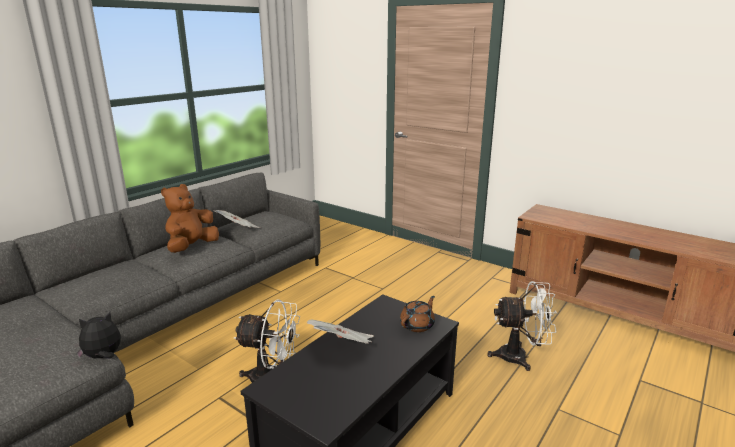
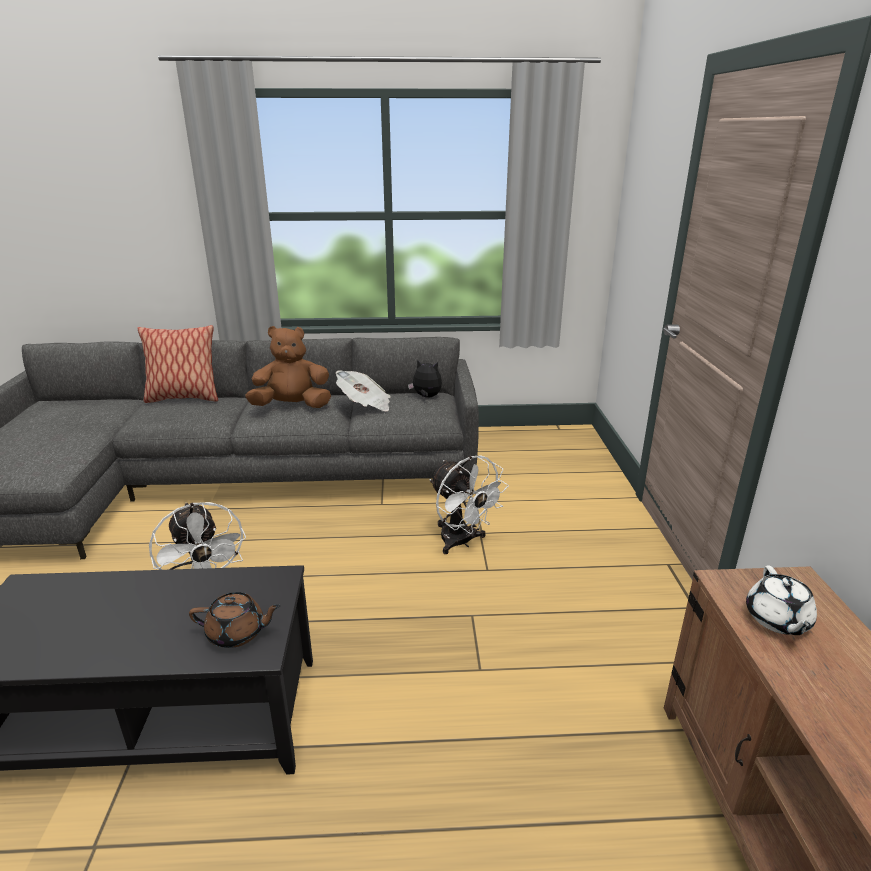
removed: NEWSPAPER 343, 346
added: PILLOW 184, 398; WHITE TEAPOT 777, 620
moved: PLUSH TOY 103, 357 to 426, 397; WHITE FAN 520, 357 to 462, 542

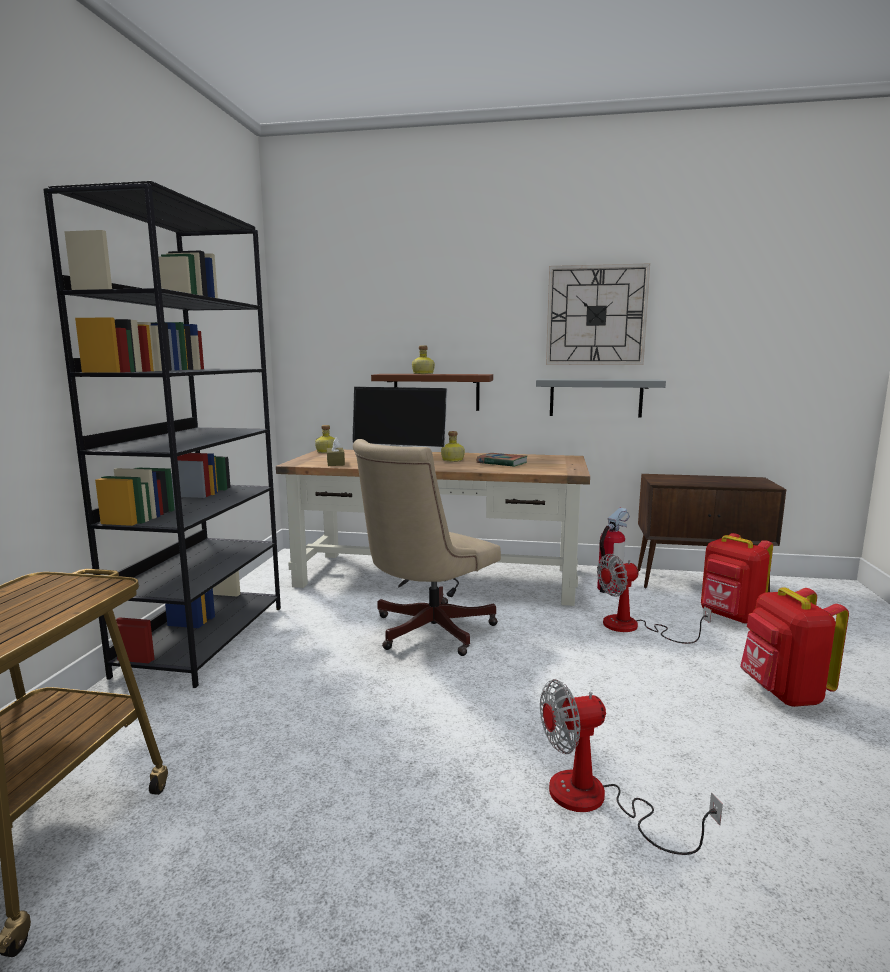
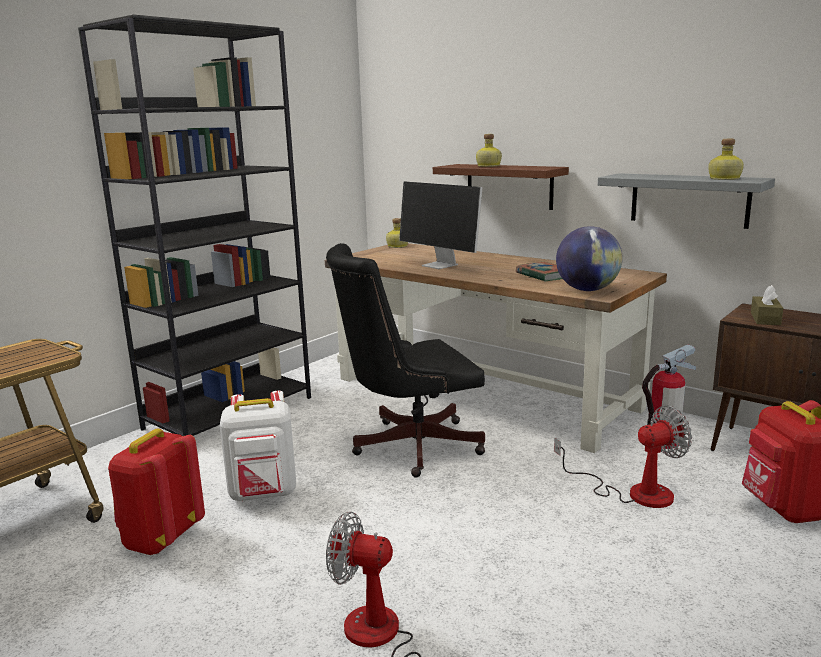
removed: WALL CLOCK 596, 315
added: WHITE BACKPACK 264, 494; GLOBE 587, 290
moved: BROWN TISSUE BOX 335, 463 to 765, 319; BOTTLE 452, 460 to 723, 179; RED BACKPACK 782, 693 to 161, 539
recoloured: BEIGE OFFICE CHAIR 426, 632 to BLACK OFFICE CHAIR 408, 446
turned: FAN 633, 627 = 634, 492 150 degrees clockwise

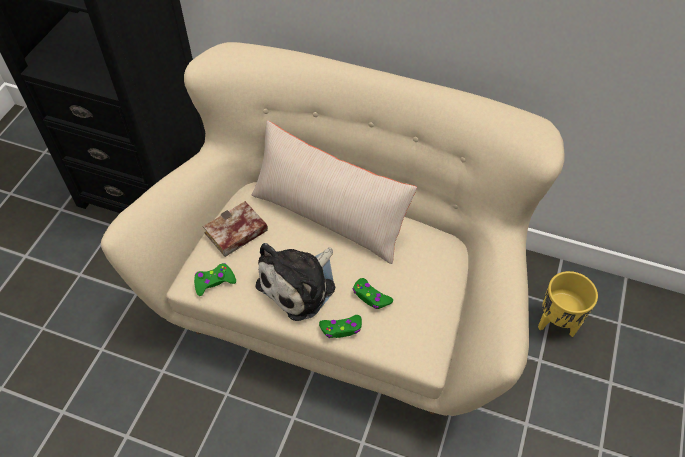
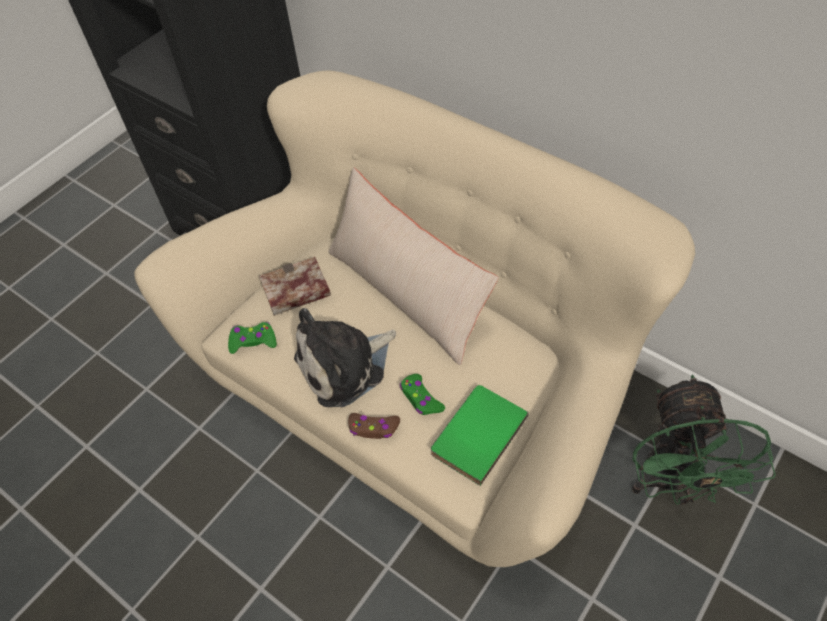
added: GREEN BOOK 476, 434
replaced: YELLOW PLANTER 557, 322 to GREEN FAN 672, 483
recoloured: GREEN GAME CONTROLLER 341, 329 to BROWN GAME CONTROLLER 373, 428

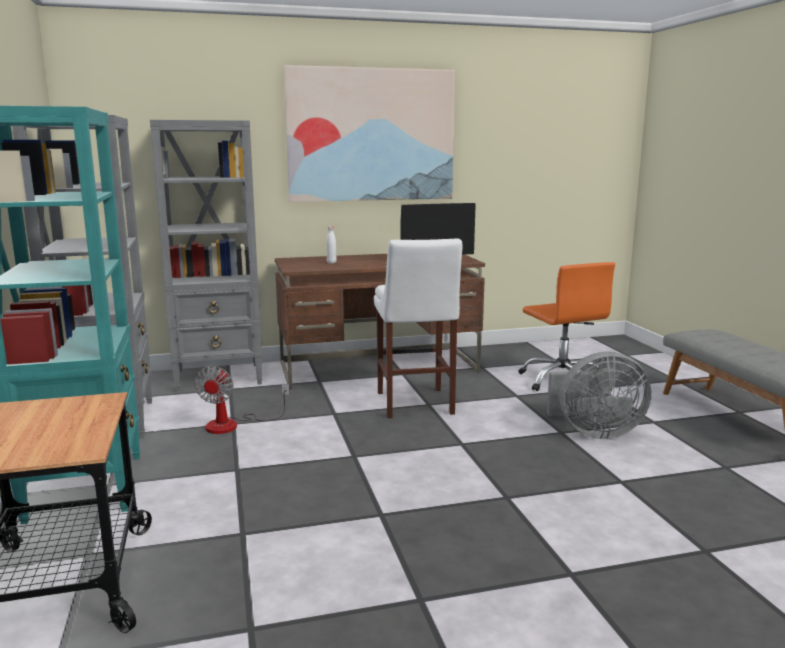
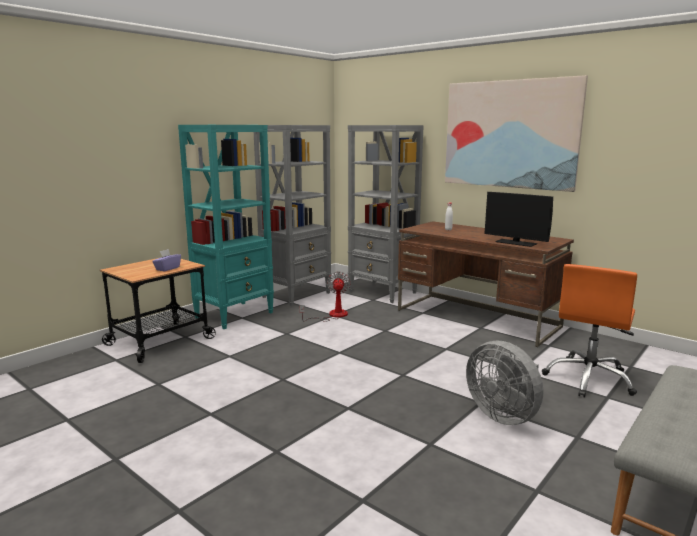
removed: WHITE STOOL 415, 405
added: PURPLE TISSUE BOX 167, 268
turned: FAN 233, 425 = 332, 315 120 degrees clockwise

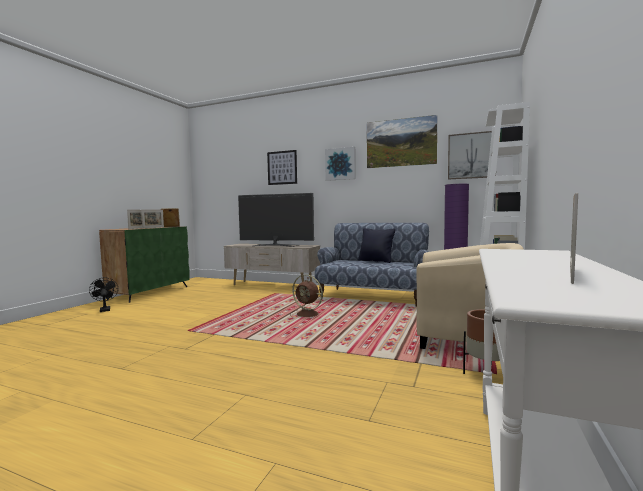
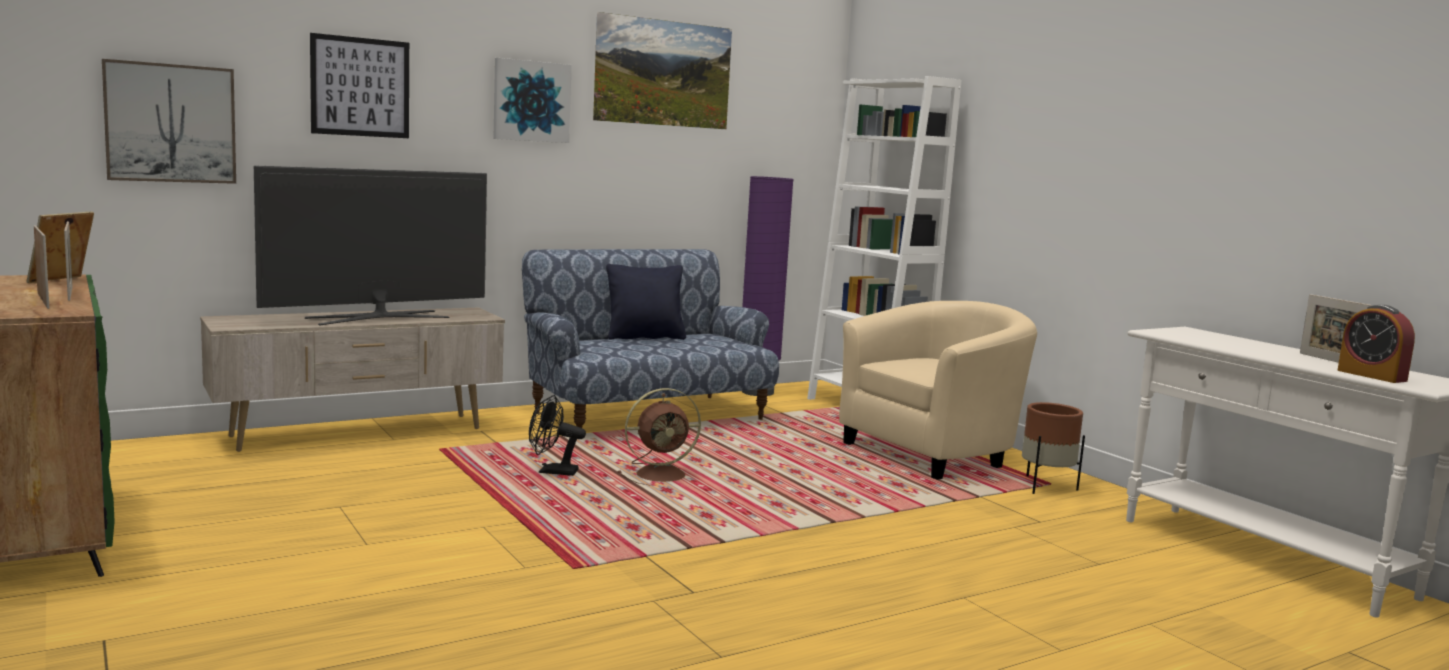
added: ALARM CLOCK 1371, 376
moved: BLACK FAN 104, 309 to 551, 472; PICTURE 471, 156 to 170, 123

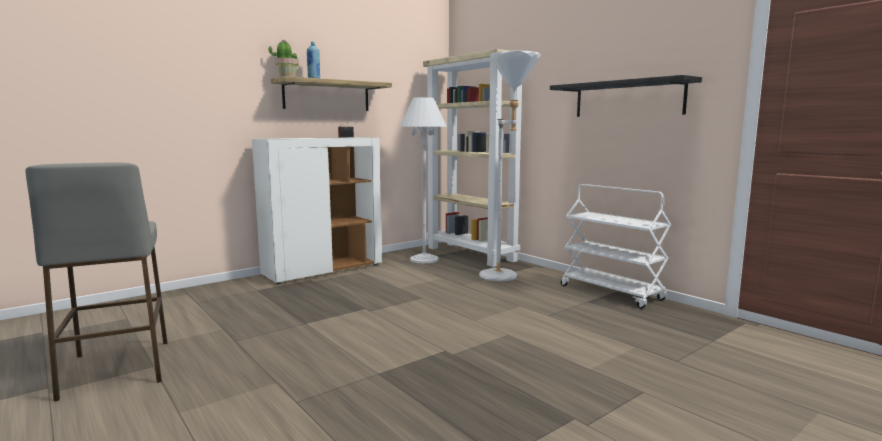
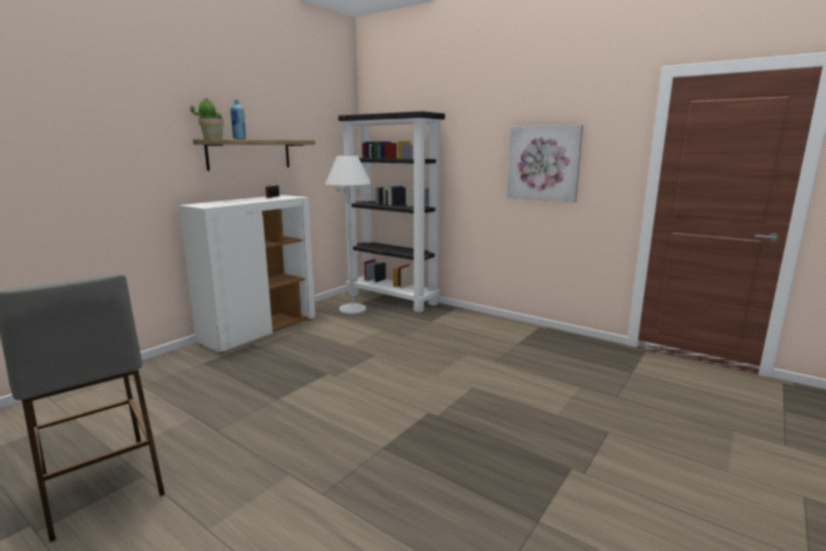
removed: WHITE FLOOR LAMP 506, 276; WHITE CART 612, 293
replaced: BLACK SHELF 627, 99 to PICTURE 544, 163
recoloured: BEIGE BOOKCASE 471, 254 to BLACK BOOKCASE 393, 299

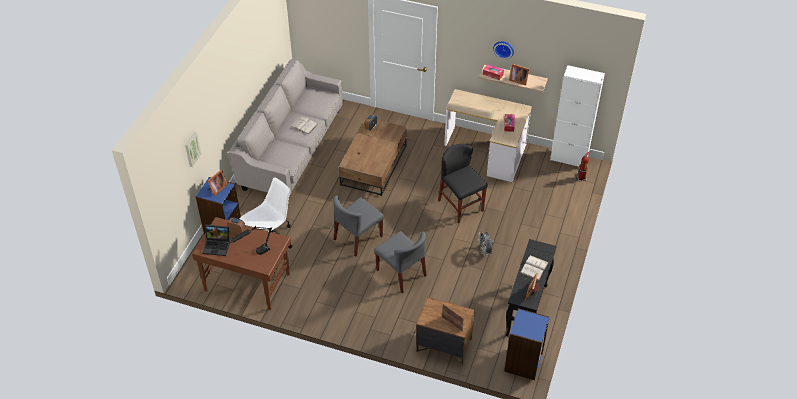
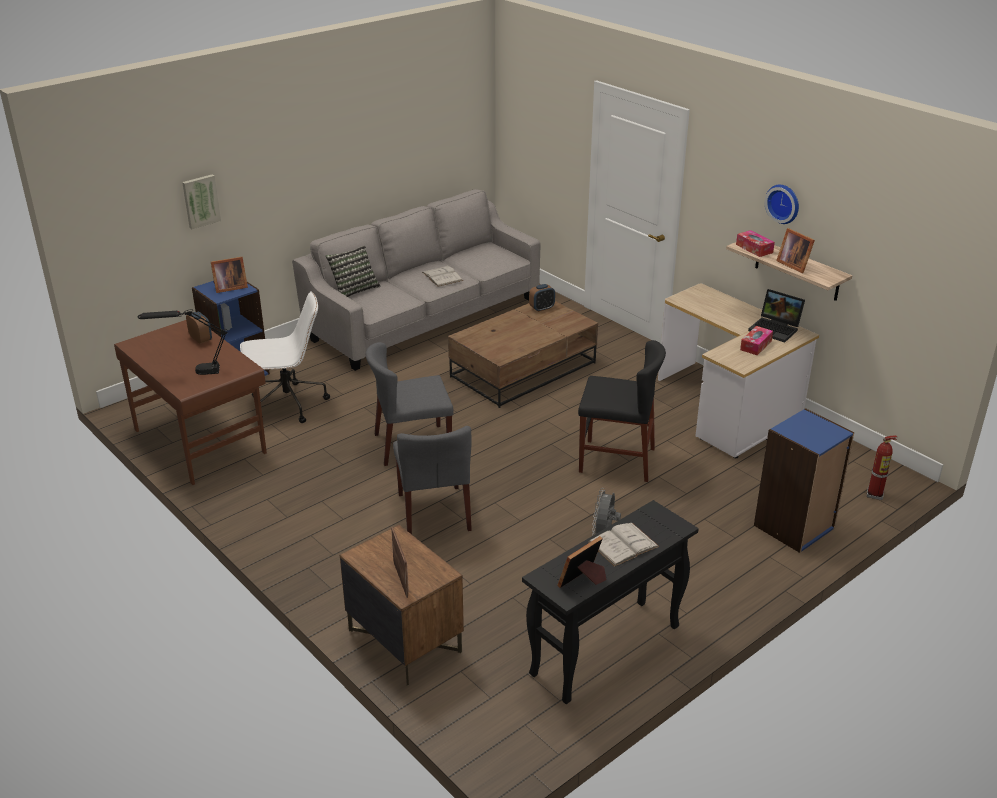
removed: WHITE CABINET 568, 159
added: PILLOW 354, 290
moved: LAPTOP 217, 246 to 776, 329; BLUE BOOKCASE 523, 363 to 794, 527
turned: BLACK CHAIR 460, 206 = 616, 460 105 degrees clockwise

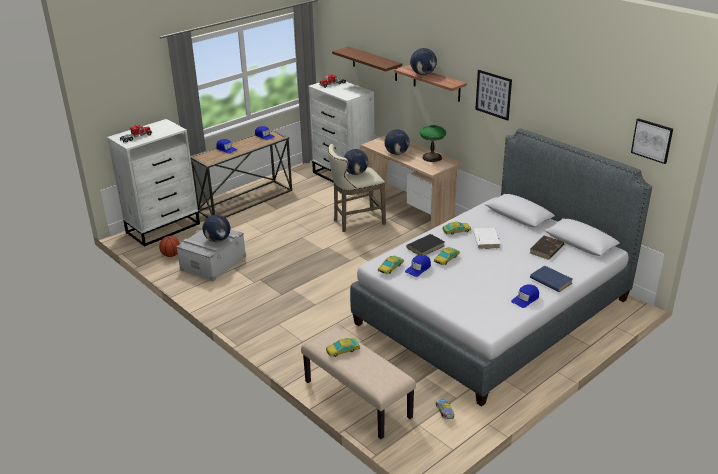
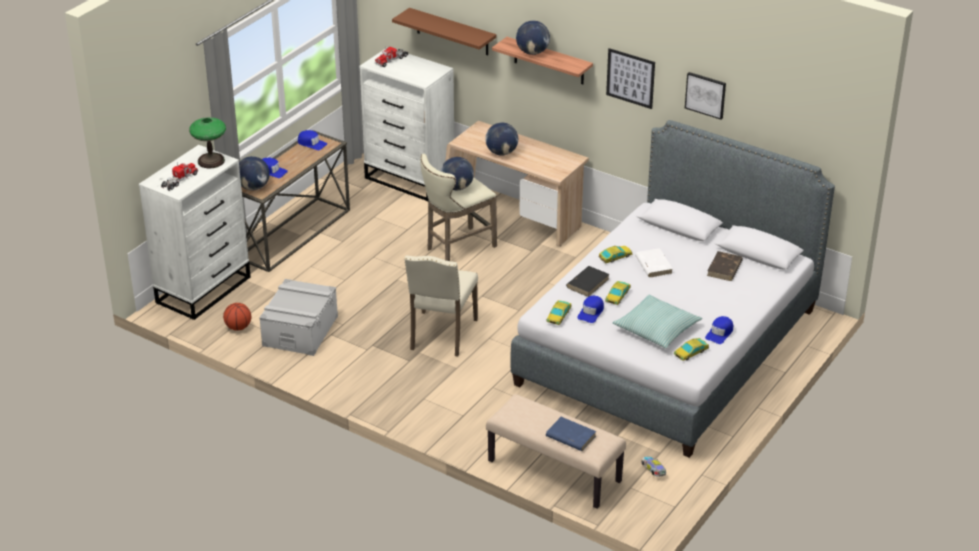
added: BEIGE CHAIR 441, 335; PILLOW 656, 329
moved: GLOBE 218, 240 to 254, 187; TOY CAR 342, 350 to 691, 352; TABLE LAMP 432, 157 to 211, 161; BLUE BOOK 550, 281 to 570, 436; PICTURE 652, 140 to 705, 95

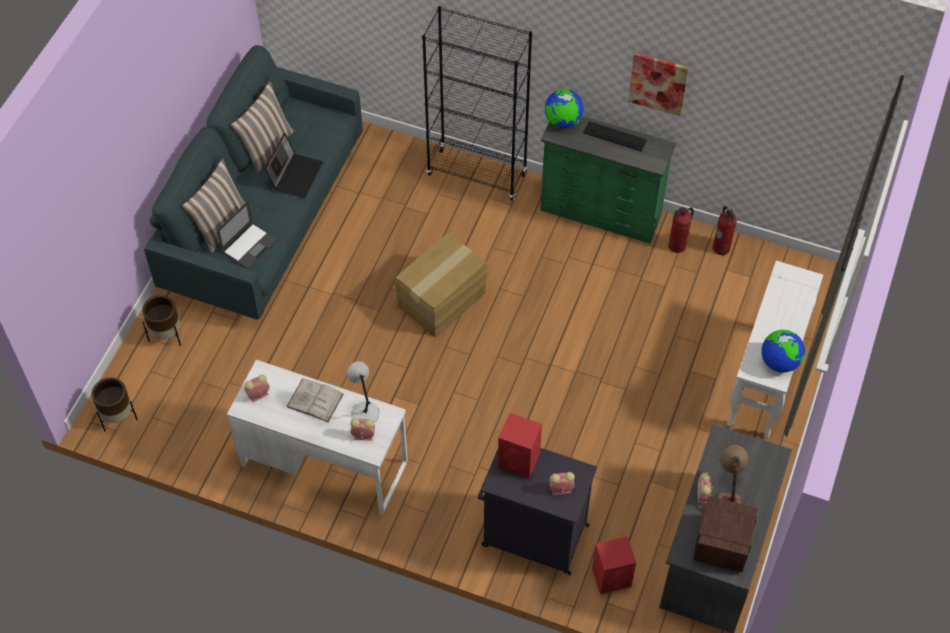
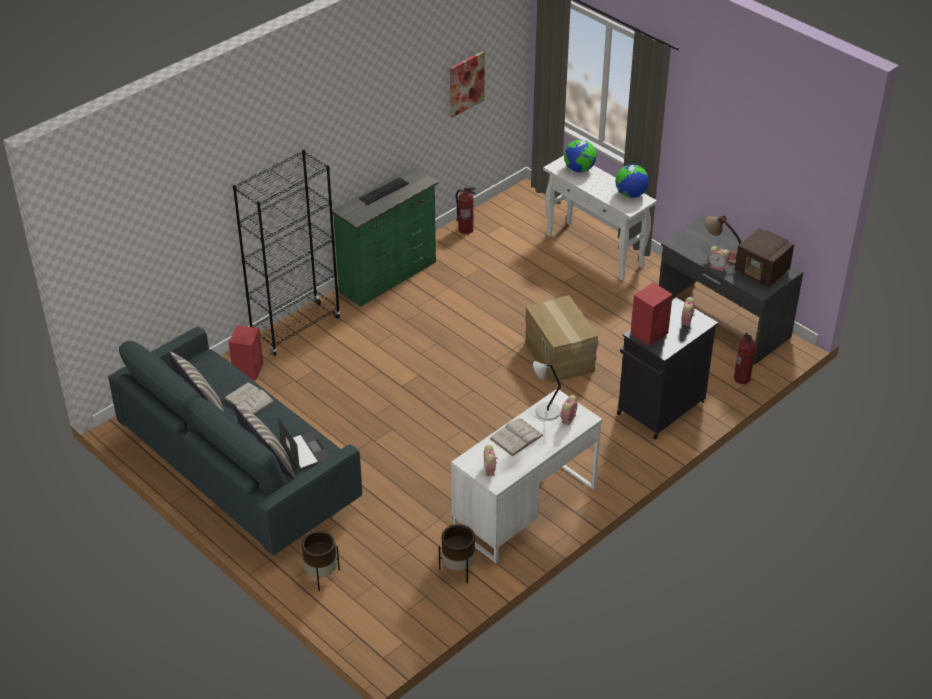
moved: BROWN PLANTER 118, 417 to 458, 569; CARDBOARD BOX 442, 300 to 560, 356; GLOBE 563, 121 to 579, 169; RED SPEAKER 612, 577 to 248, 369; PICTURE 658, 83 to 466, 83; FIRE EXTINGUISHER 677, 246 to 742, 379
replaced: LAPTOP 295, 175 to WHITE BOOK 248, 399

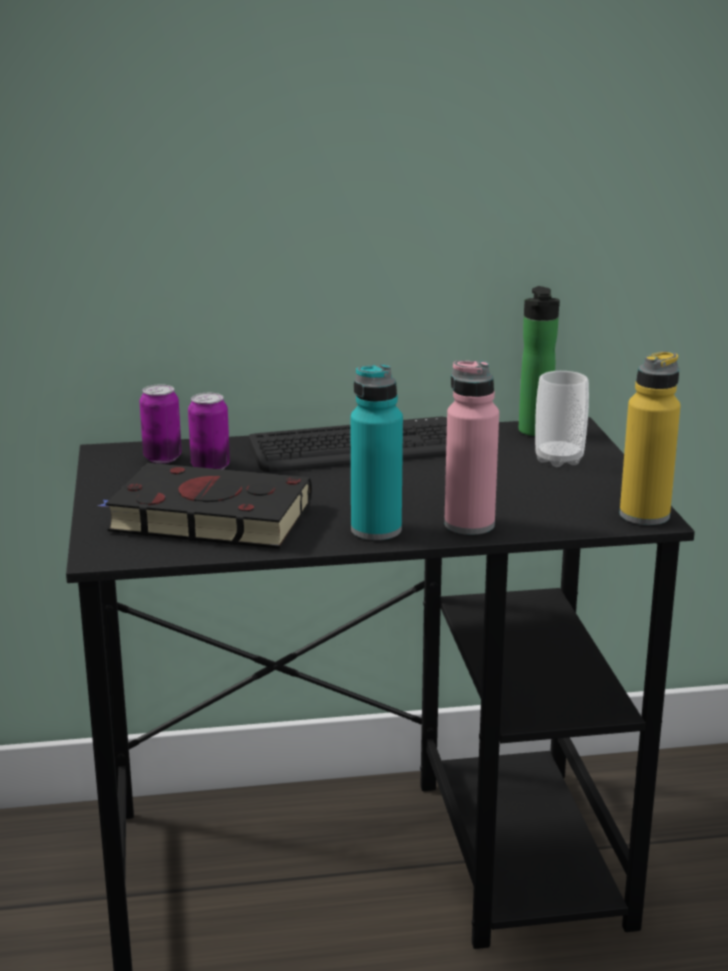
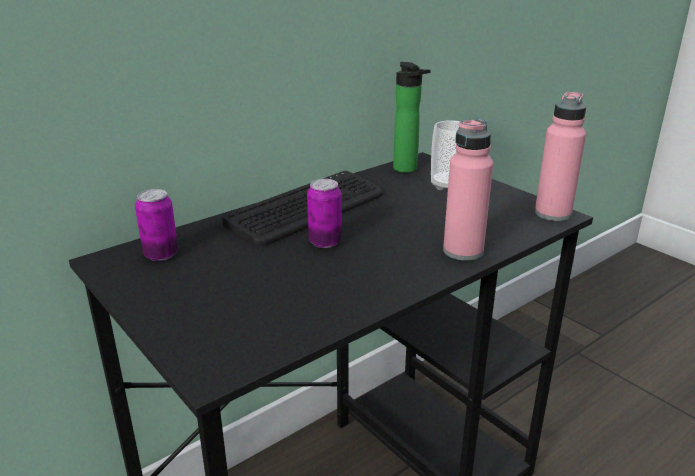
removed: BLACK BOOK 205, 517; TURQUOISE BOTTLE 376, 530
moved: CAN 210, 467 to 325, 242
recoloured: YELLOW BOTTLE 644, 515 to PINK BOTTLE 552, 213

